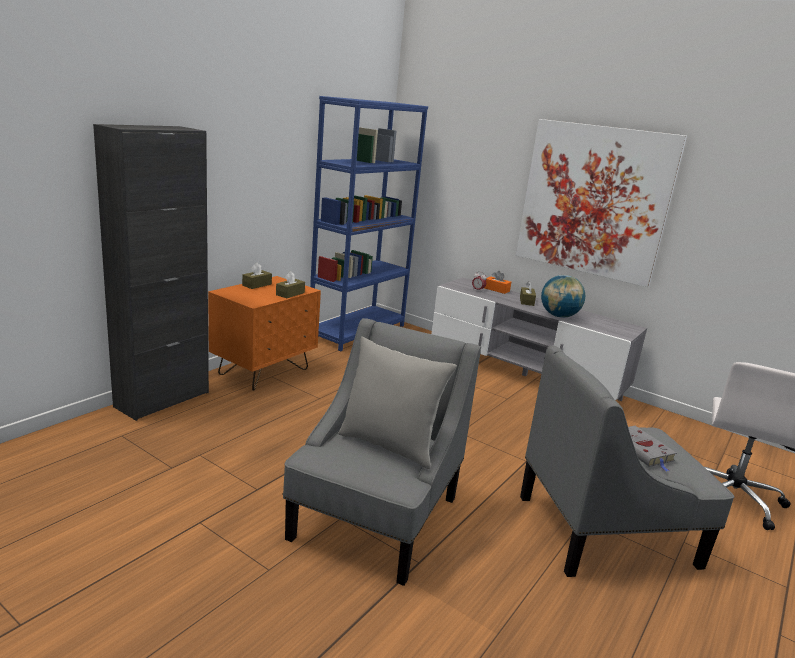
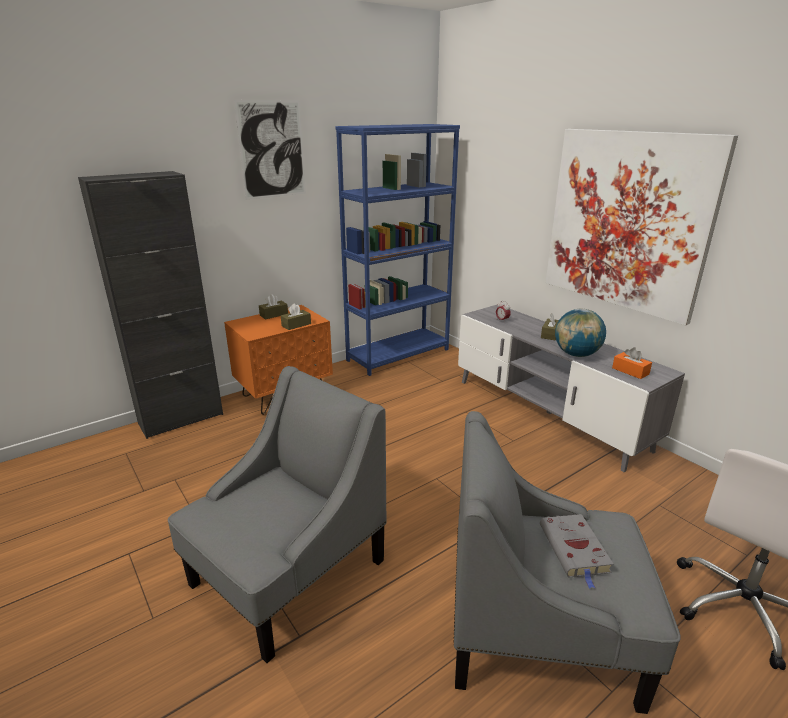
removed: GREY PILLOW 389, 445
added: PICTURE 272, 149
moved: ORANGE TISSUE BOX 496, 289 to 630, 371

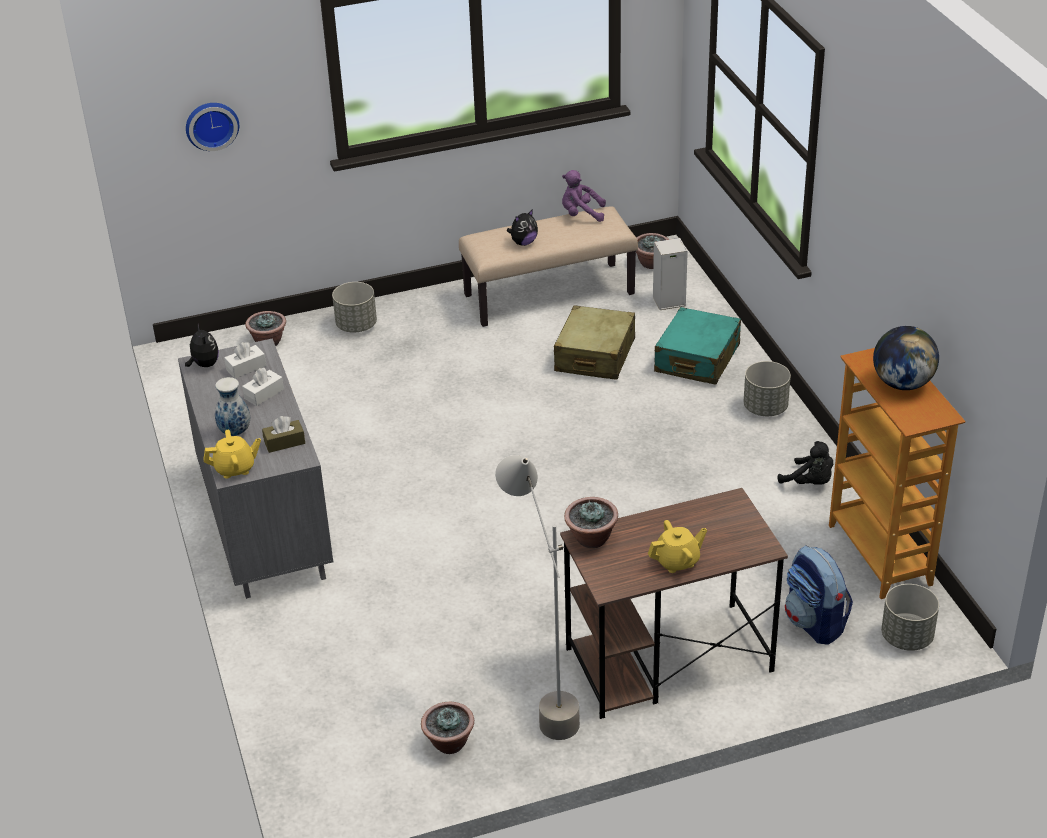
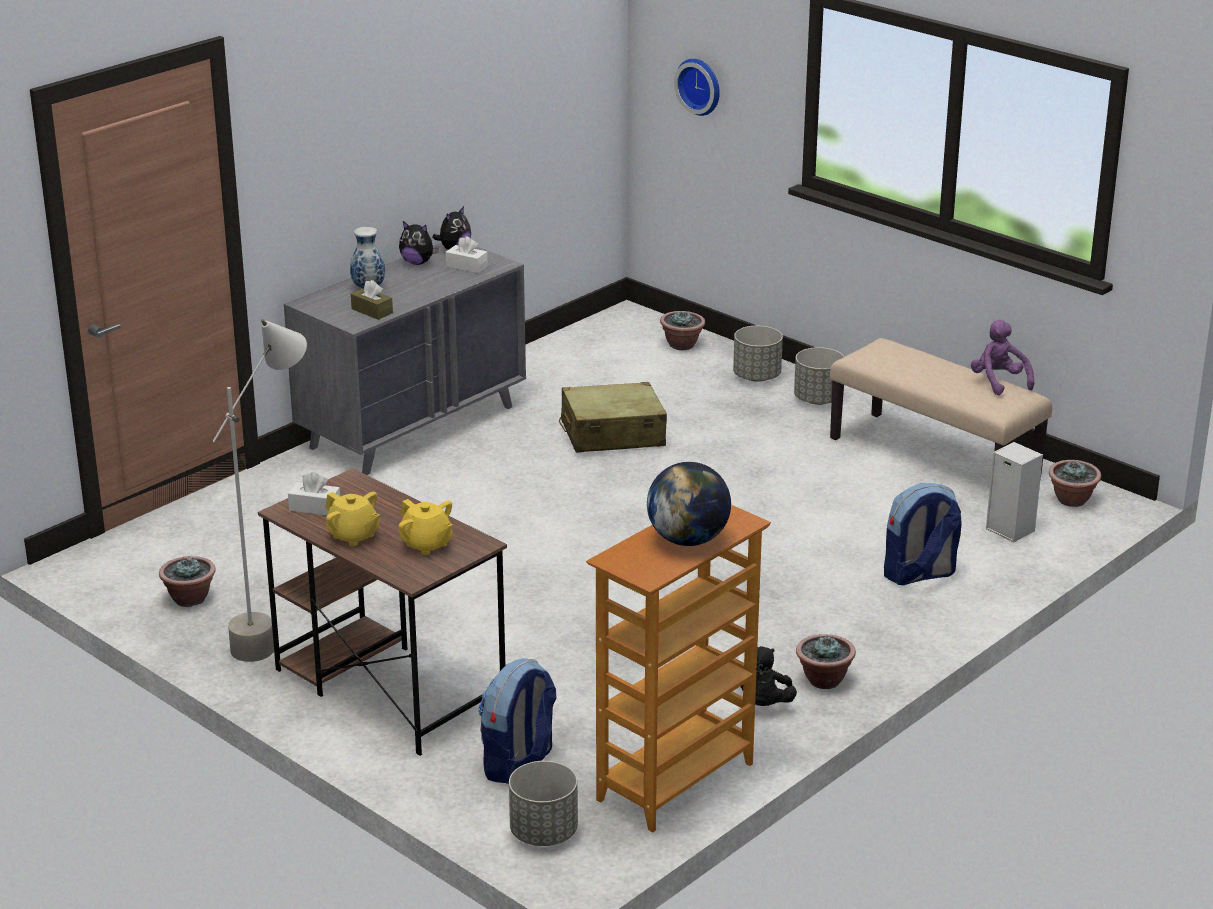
moved: YELLOW TEAPOT 235, 468 to 426, 544; WHITE TISSUE BOX 264, 394 to 315, 507; PLUSH TOY 523, 243 to 417, 262; BEIGE SUITCASE 594, 355 to 612, 434; POTTED PLANT 591, 539 to 823, 680; GREY PLANTER 765, 408 to 817, 400
replaced: TURQUOISE SUITCASE 697, 359 to BACKPACK 919, 575

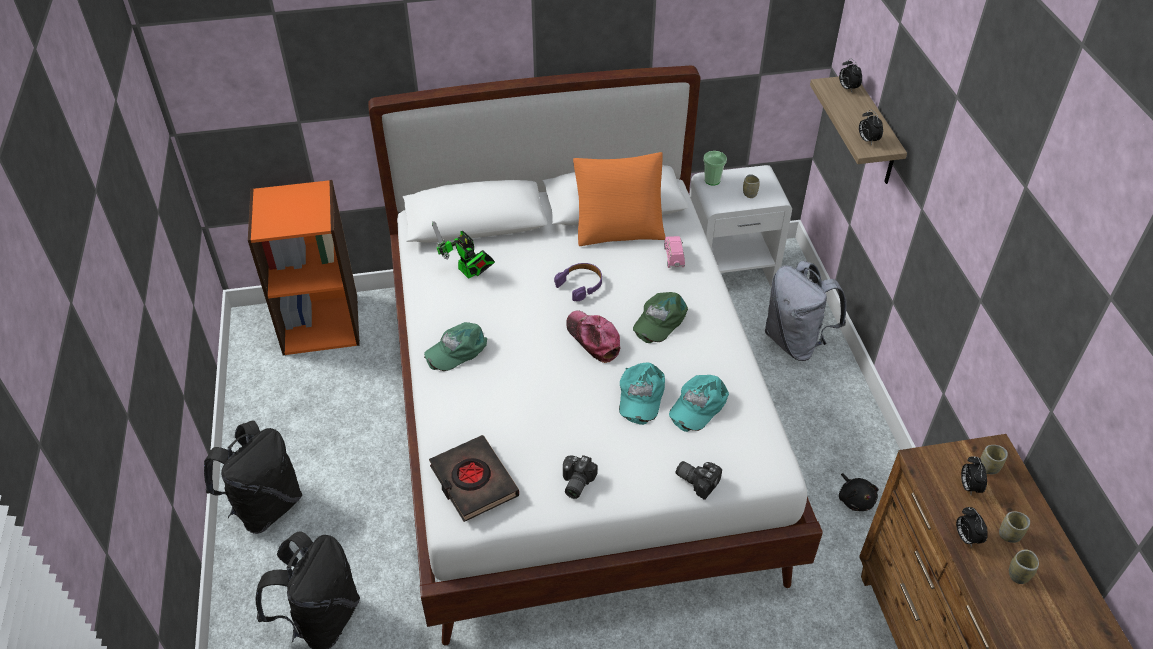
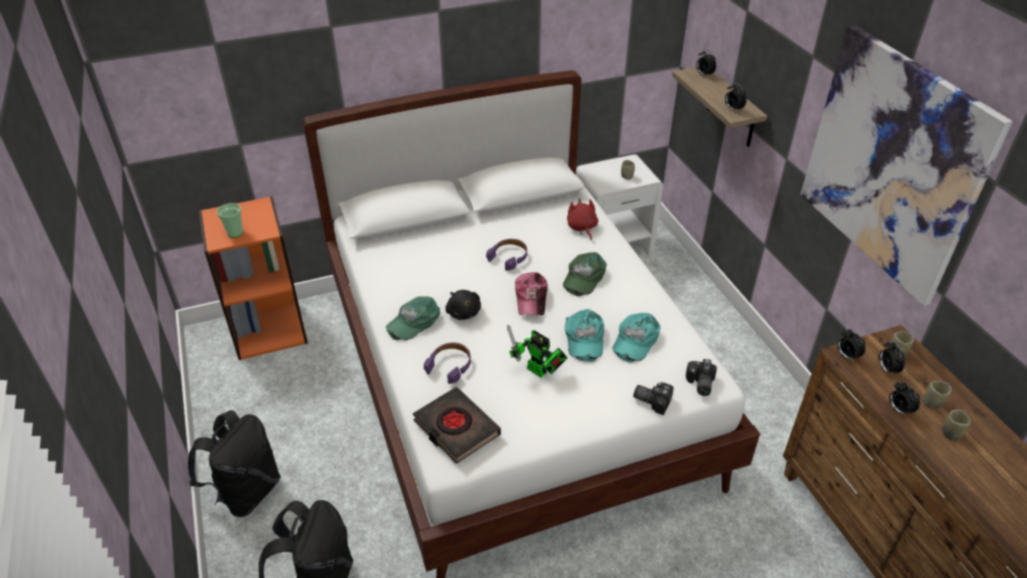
removed: ORANGE PILLOW 619, 226; GREY BACKPACK 795, 342
added: PURPLE HEADPHONES 450, 365; PICTURE 892, 163; ALARM CLOCK 846, 356
moved: TOY ROBOT 468, 273 to 539, 372; PHOTO CAMERA 575, 483 to 699, 384; CUP 712, 180 to 235, 233; BLACK PLUSH TOY 855, 499 to 463, 312
replaced: PINK TOY CAR 674, 257 to RED PLUSH TOY 582, 228
turned: CAP 593, 339 = 531, 298 135 degrees counterclockwise

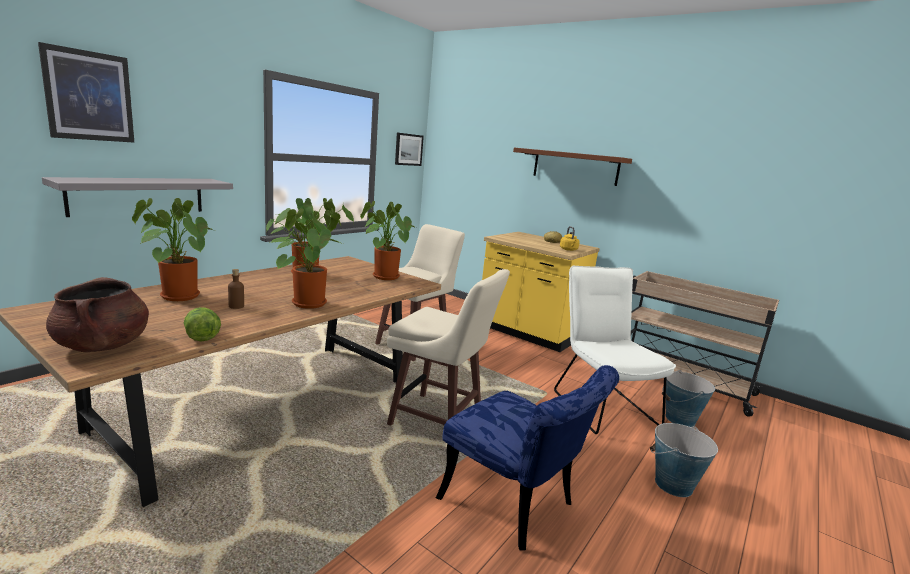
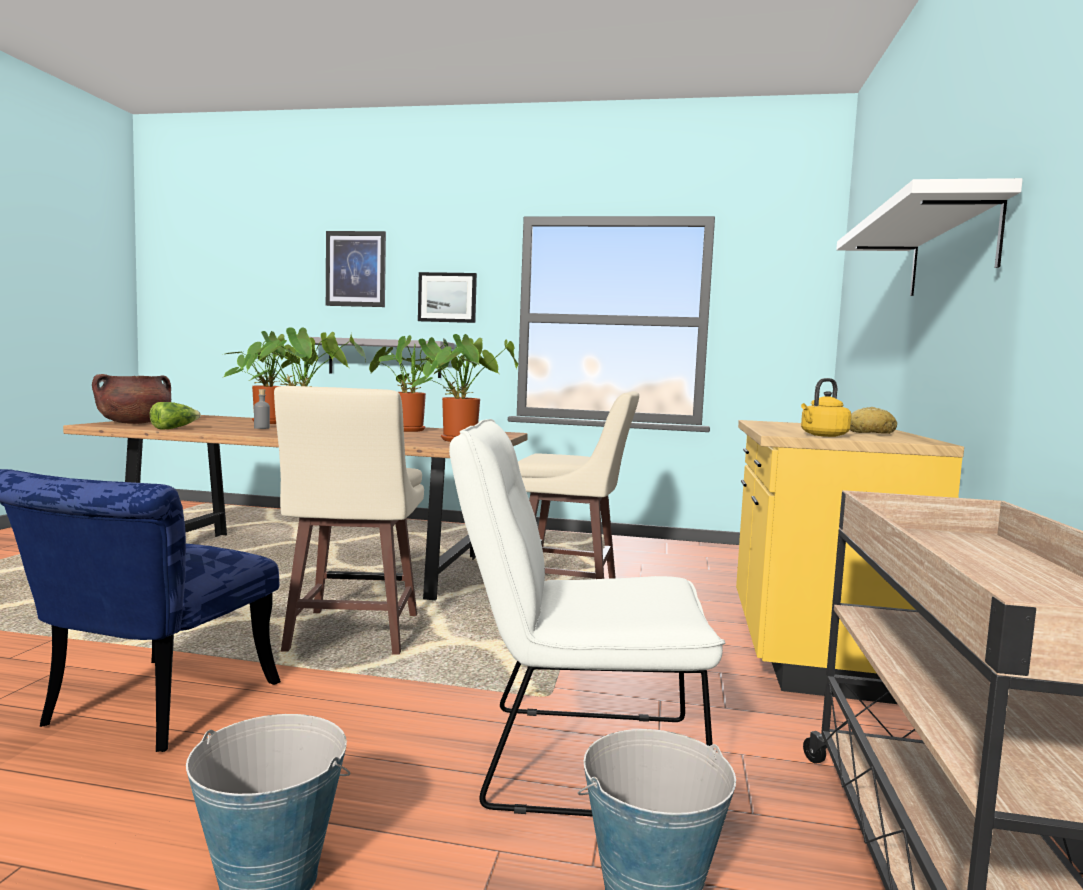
moved: PICTURE 408, 149 to 447, 297
recoloured: BROWN BOTTLE 236, 306 to GREY BOTTLE 261, 428; BROWN SHELF 575, 167 to WHITE SHELF 952, 249
turned: WHITE CHAIR 601, 405 = 573, 759 135 degrees counterclockwise

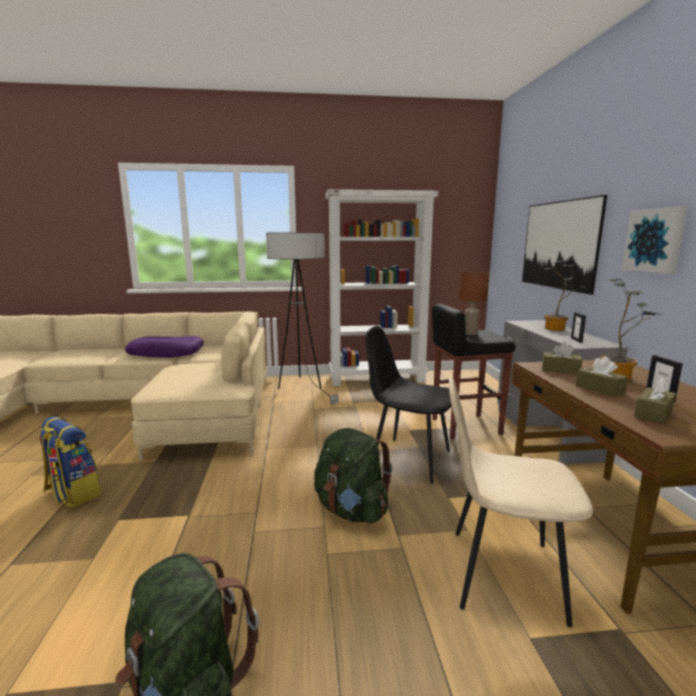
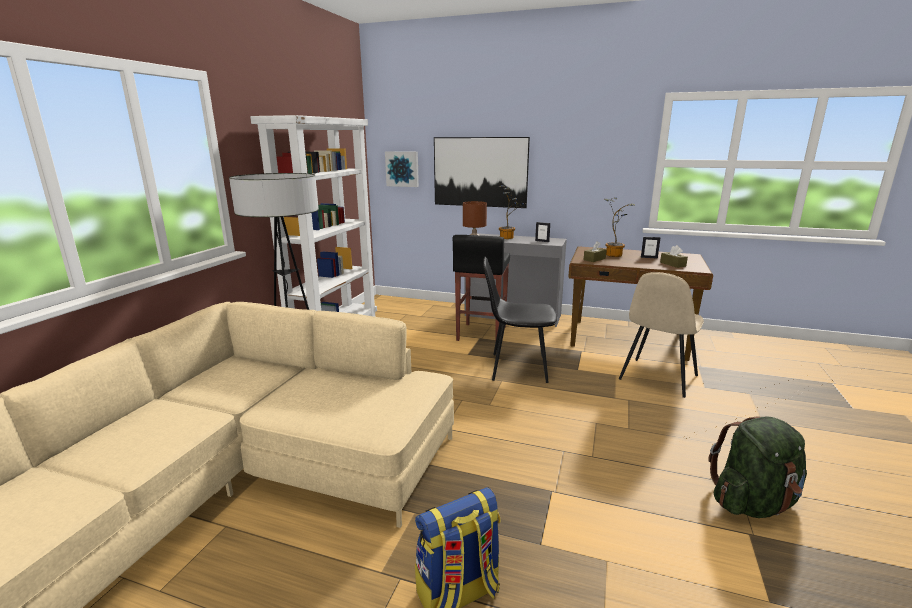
removed: PURPLE PILLOW 166, 353; GREEN BACKPACK 351, 510; BROWN TISSUE BOX 599, 389
moved: PICTURE 655, 240 to 402, 169
turned: BLACK CHAIR 408, 459 = 516, 367 45 degrees clockwise

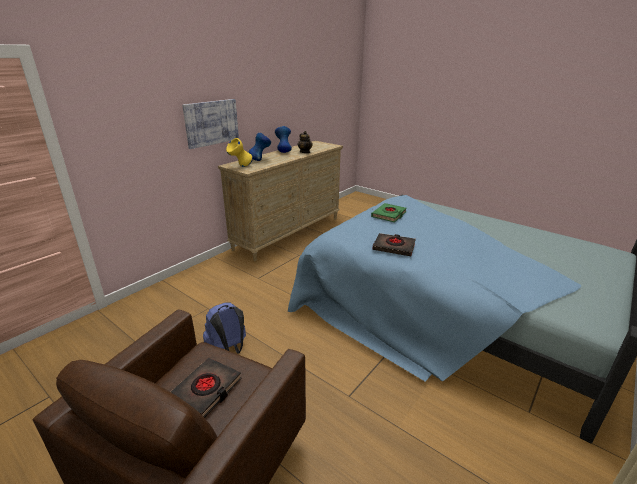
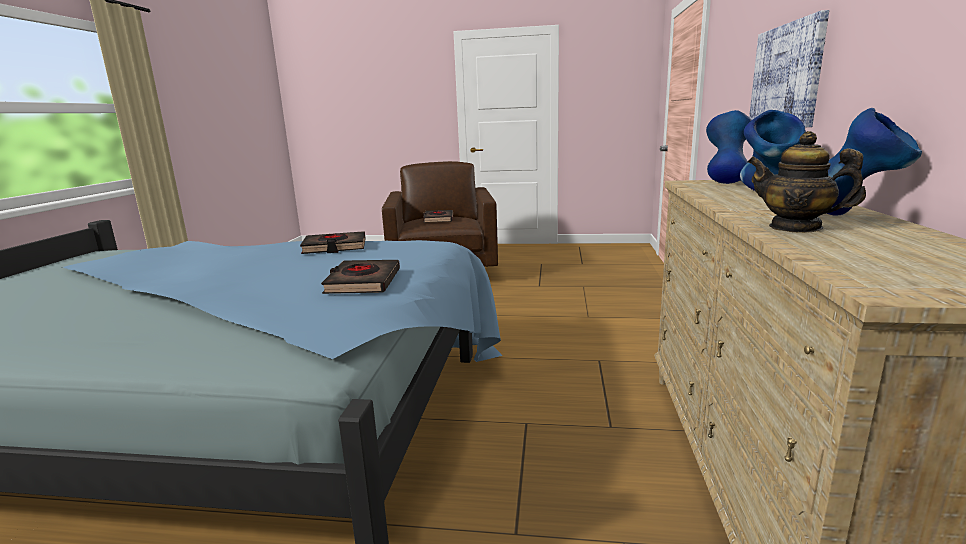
removed: BLUE BACKPACK 228, 350
recoloured: YELLOW VASE 240, 167 to BLUE VASE 725, 182; GREEN BOOK 389, 215 to BLACK BOOK 363, 282

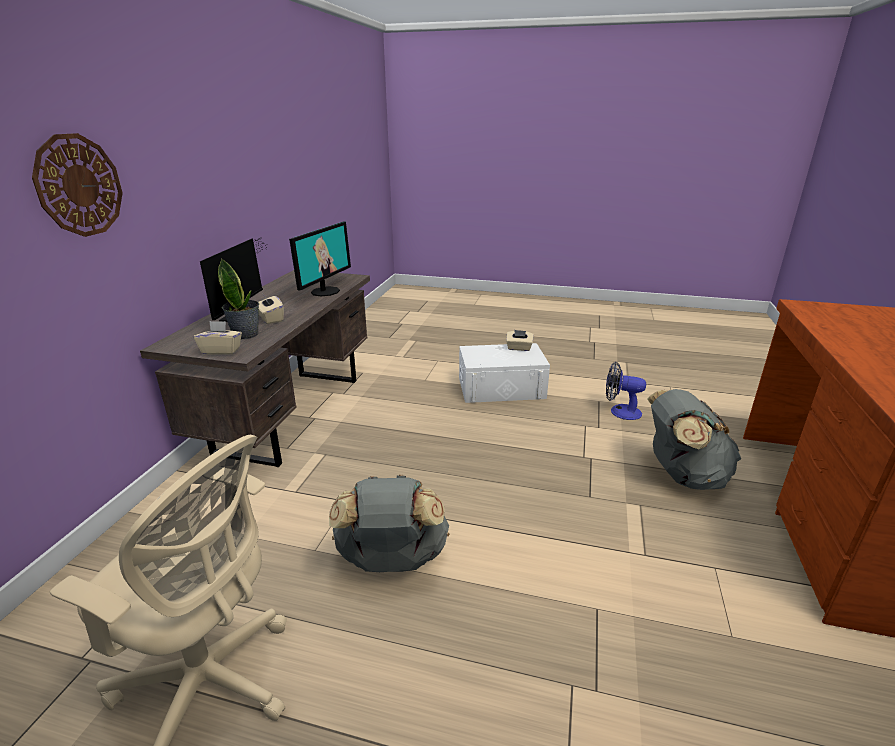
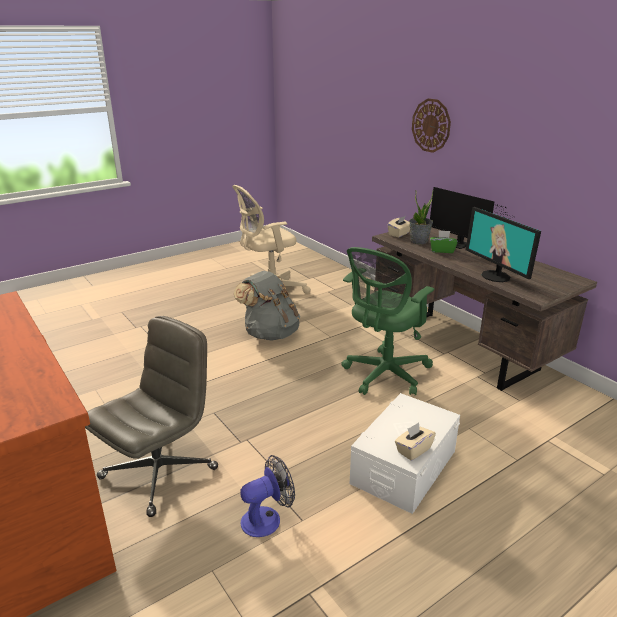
added: GREEN OFFICE CHAIR 384, 375
replaced: GREY BACKPACK 682, 475 to GREY OFFICE CHAIR 160, 472
recoloured: BEIGE TISSUE BOX 271, 319 to GREEN TISSUE BOX 442, 250

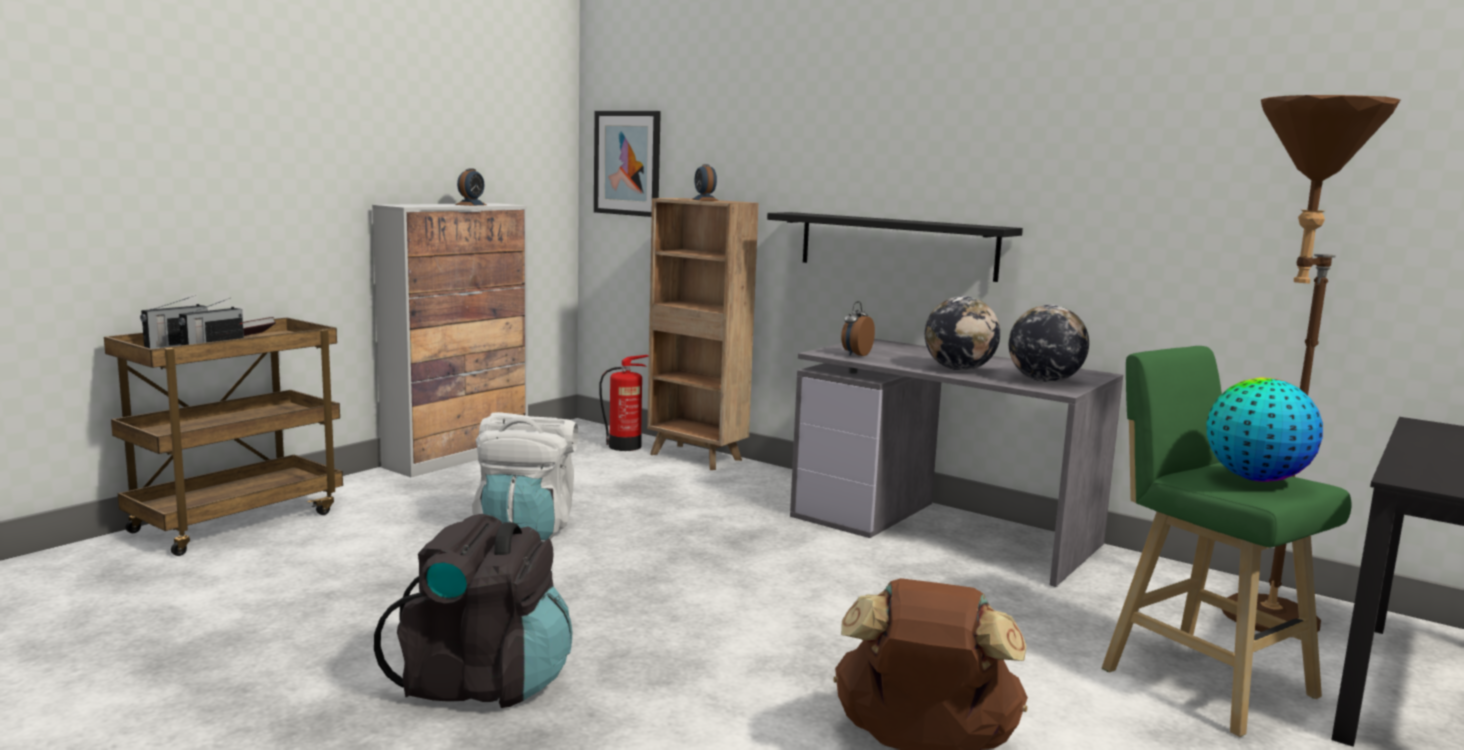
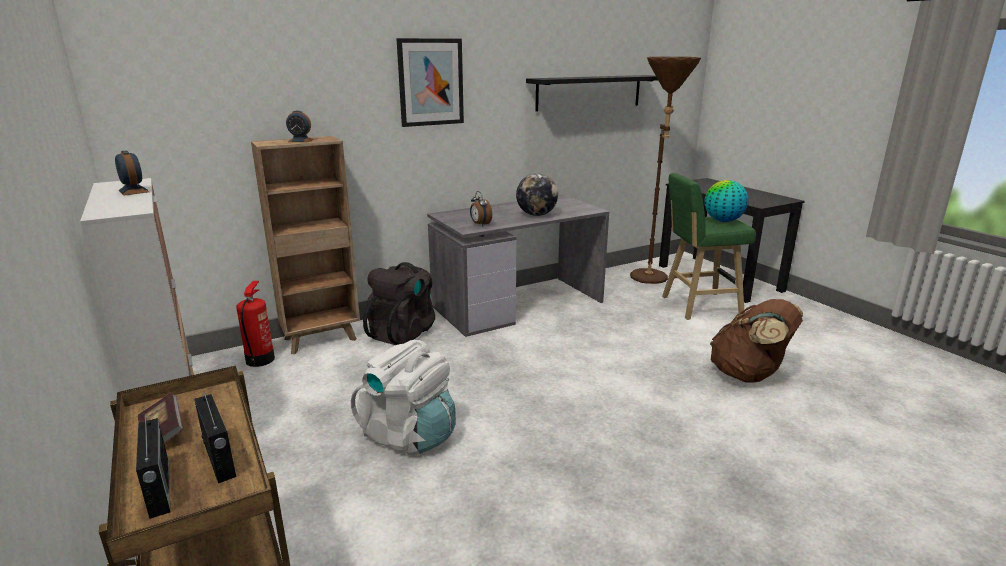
removed: GLOBE 1044, 381
moved: BLACK BACKPACK 483, 683 to 403, 332; PICTURE 627, 163 to 430, 82; BLACK SHELF 896, 245 to 589, 92

